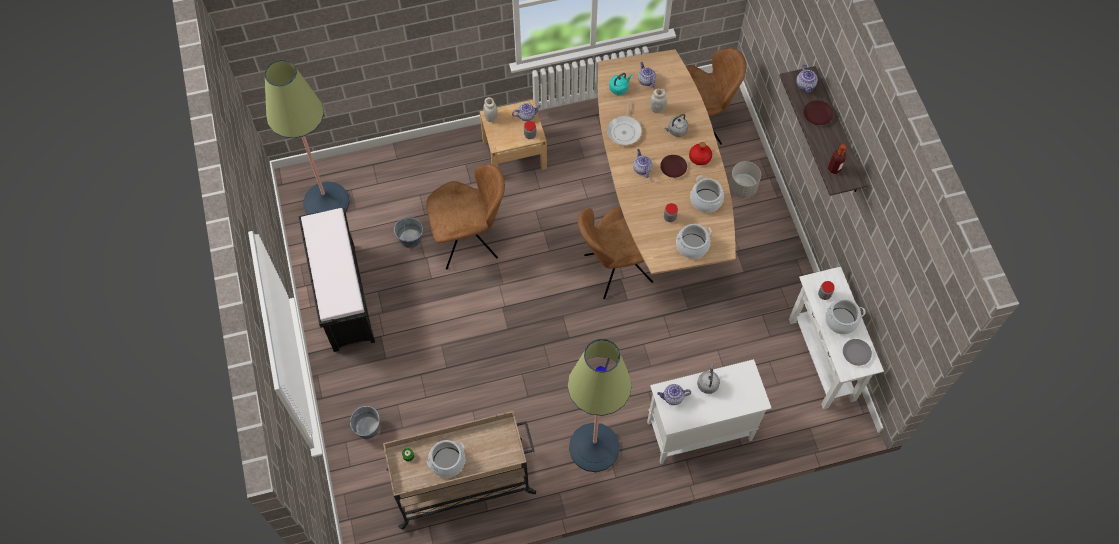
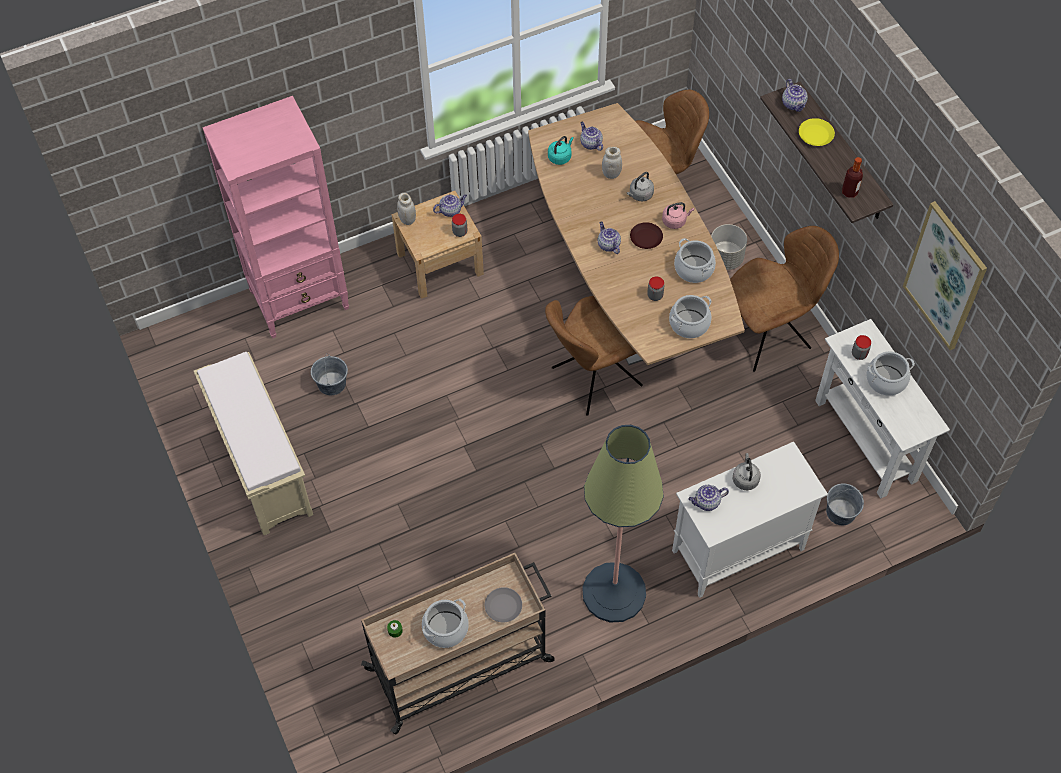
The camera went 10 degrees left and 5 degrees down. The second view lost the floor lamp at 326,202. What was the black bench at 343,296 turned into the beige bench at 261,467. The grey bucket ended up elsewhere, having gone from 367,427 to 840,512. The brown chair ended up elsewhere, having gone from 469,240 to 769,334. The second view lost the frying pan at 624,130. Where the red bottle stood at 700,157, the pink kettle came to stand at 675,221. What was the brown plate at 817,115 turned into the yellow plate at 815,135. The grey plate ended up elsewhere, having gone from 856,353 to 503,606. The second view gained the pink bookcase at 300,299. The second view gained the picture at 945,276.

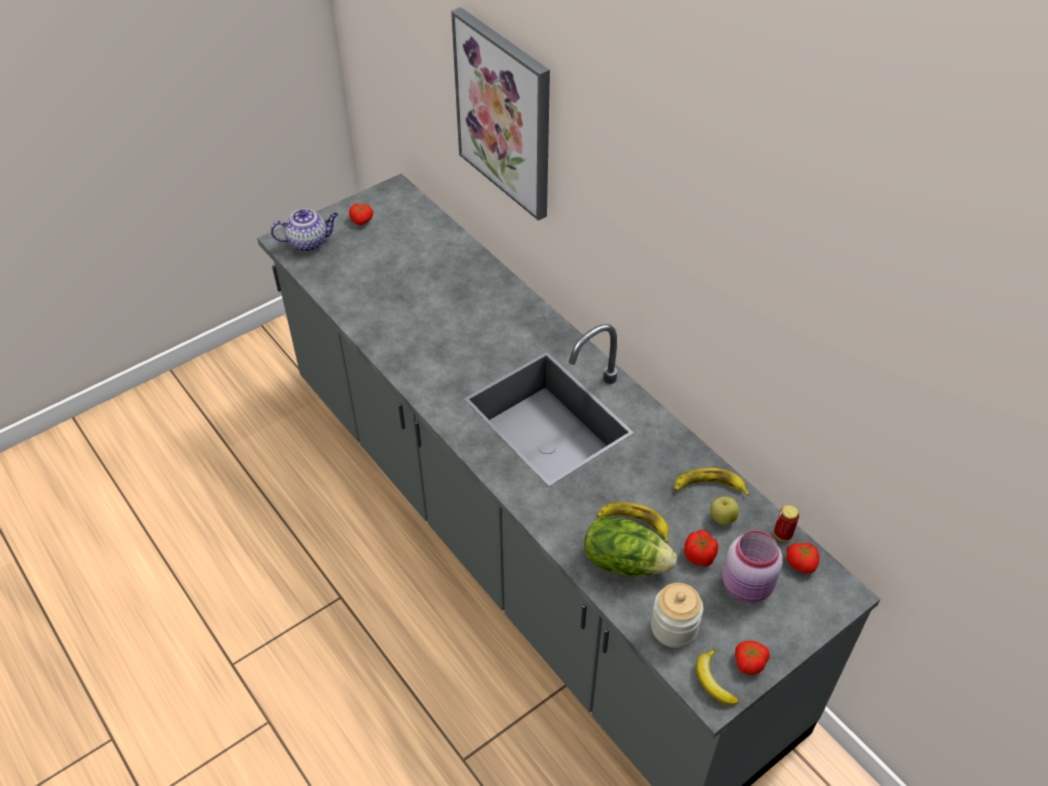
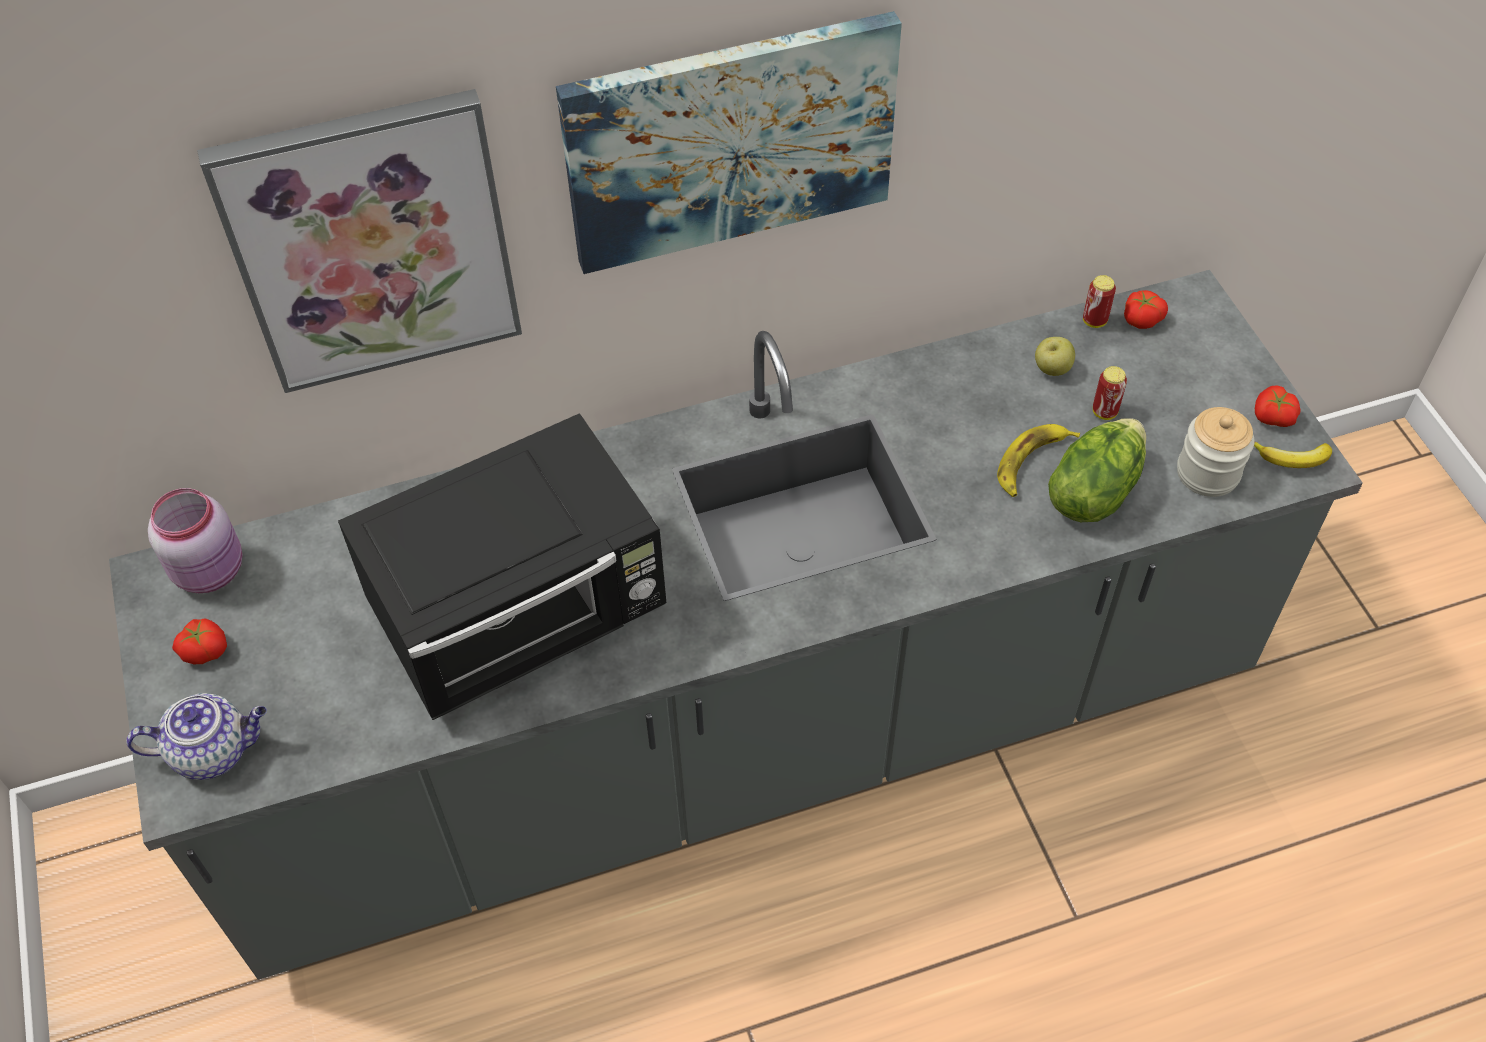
The camera went 70 degrees left and 5 degrees up. The teapot at 309,242 ended up facing another way, 75 degrees clockwise from before. The second view lost the banana at 708,486. Where the tomato stood at 699,556, the can came to stand at 1104,412. The pink jar ended up elsewhere, having gone from 748,586 to 212,569. The second view gained the black microwave at 523,615. The second view gained the picture at 730,140.

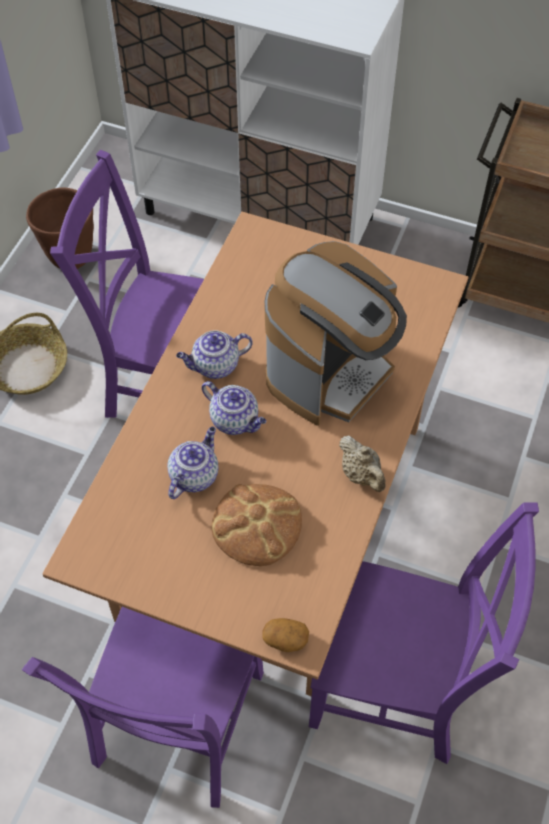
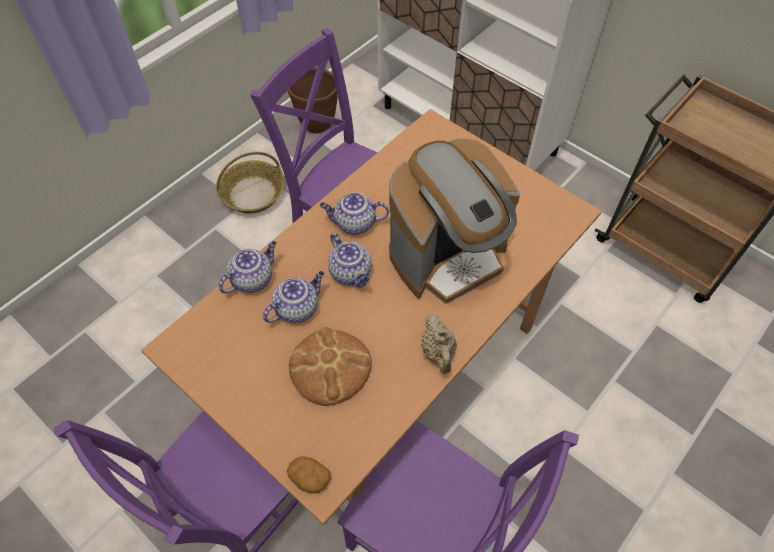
The camera went 20 degrees right and 0 degrees up. The second view gained the teapot at 253,279.

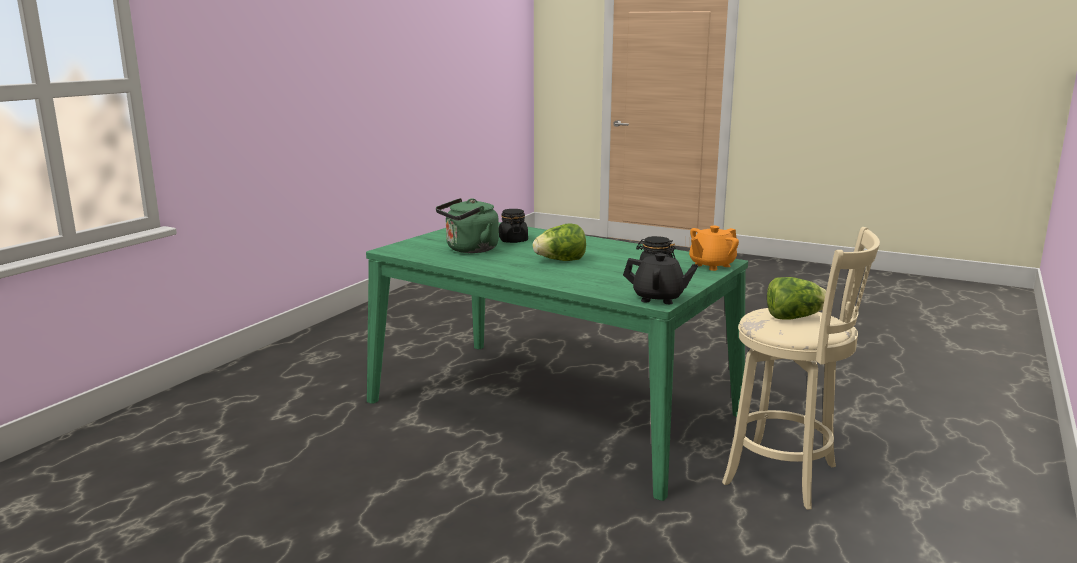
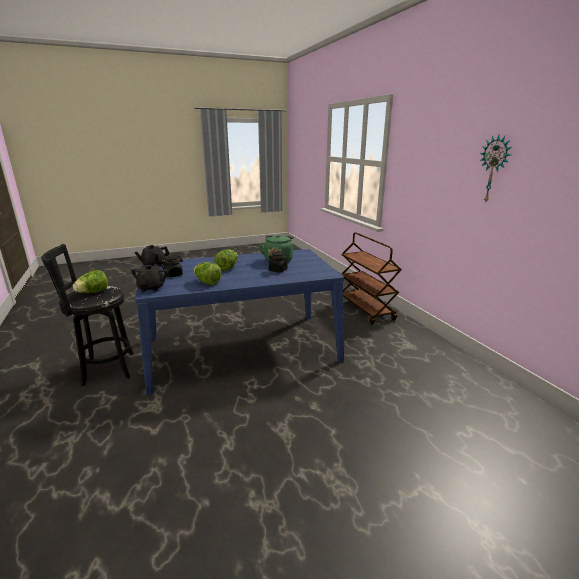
The camera went 130 degrees right and 5 degrees up. What was the green dining table at 552,408 turned into the blue dining table at 242,349. What was the orange teapot at 711,265 turned into the black teapot at 152,288. What was the beige stool at 787,476 turned into the black stool at 105,369. The second view gained the lettuce at 207,282. The second view gained the brown cart at 366,309. The second view gained the wall clock at 494,169.

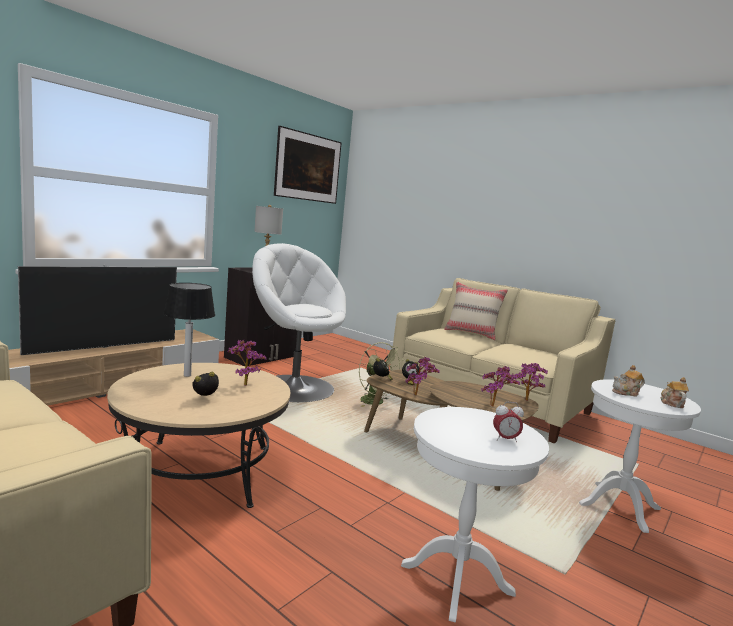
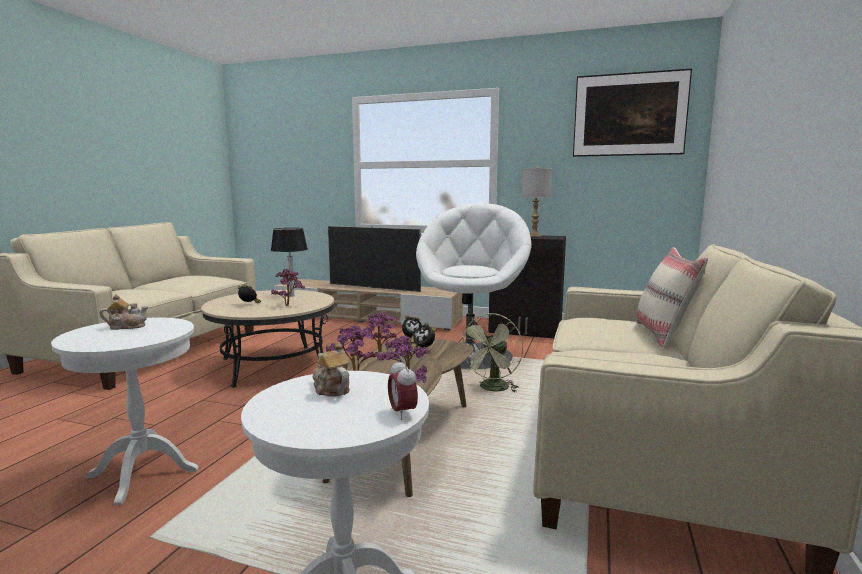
The camera went 70 degrees right and 0 degrees up. The alarm clock ended up elsewhere, having gone from 505,439 to 402,413. The teapot ended up elsewhere, having gone from 671,403 to 126,326.

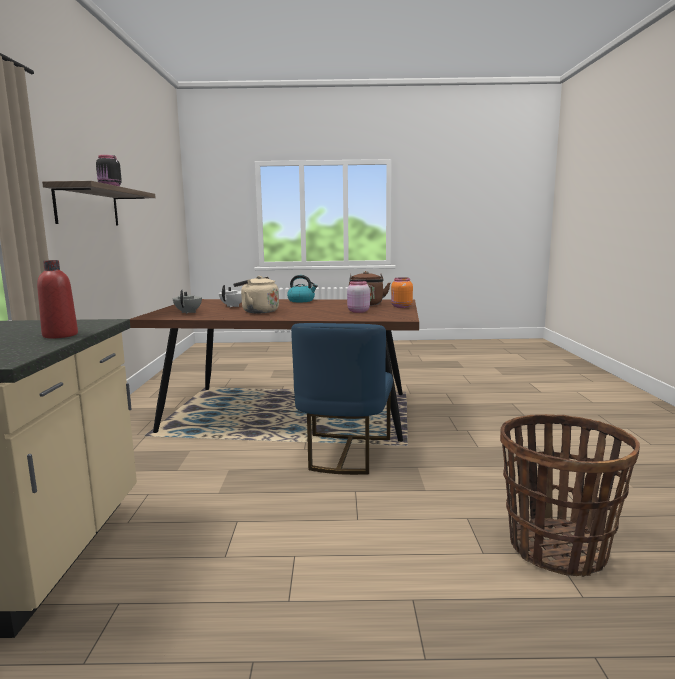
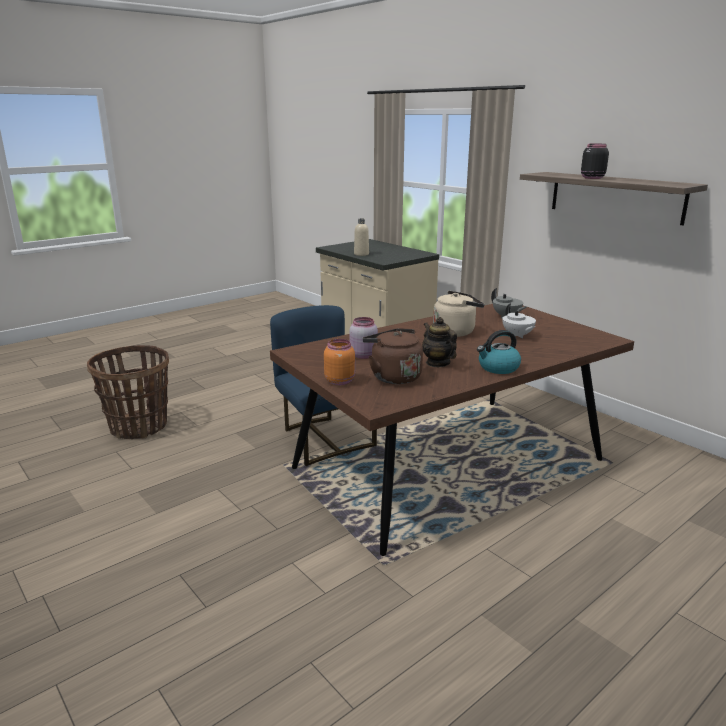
The camera went 140 degrees right and 10 degrees up. What was the red bottle at 60,335 turned into the beige bottle at 361,254. The second view gained the teapot at 437,363.

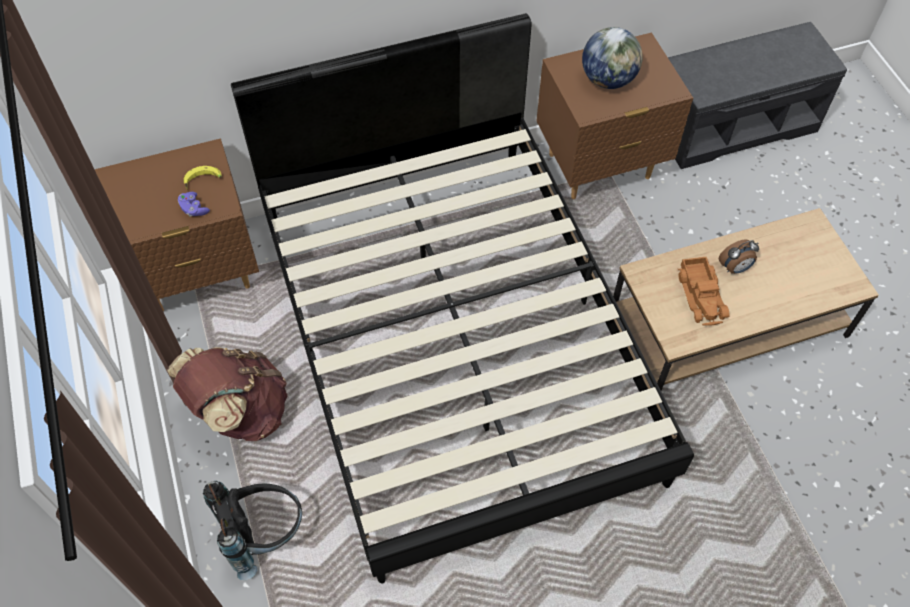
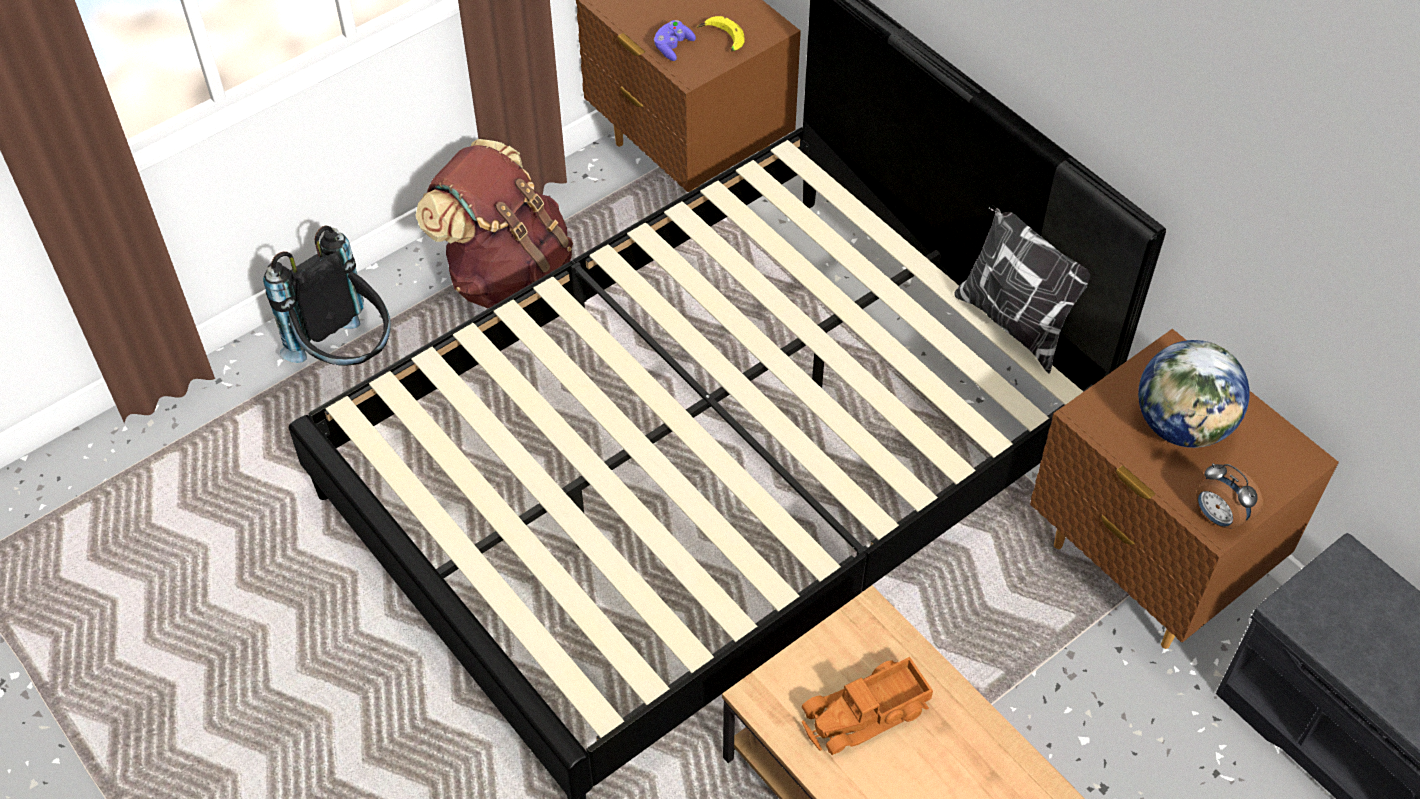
The camera went 70 degrees right and 5 degrees down. The alarm clock ended up elsewhere, having gone from 735,268 to 1218,516. The second view gained the pillow at 1013,321.

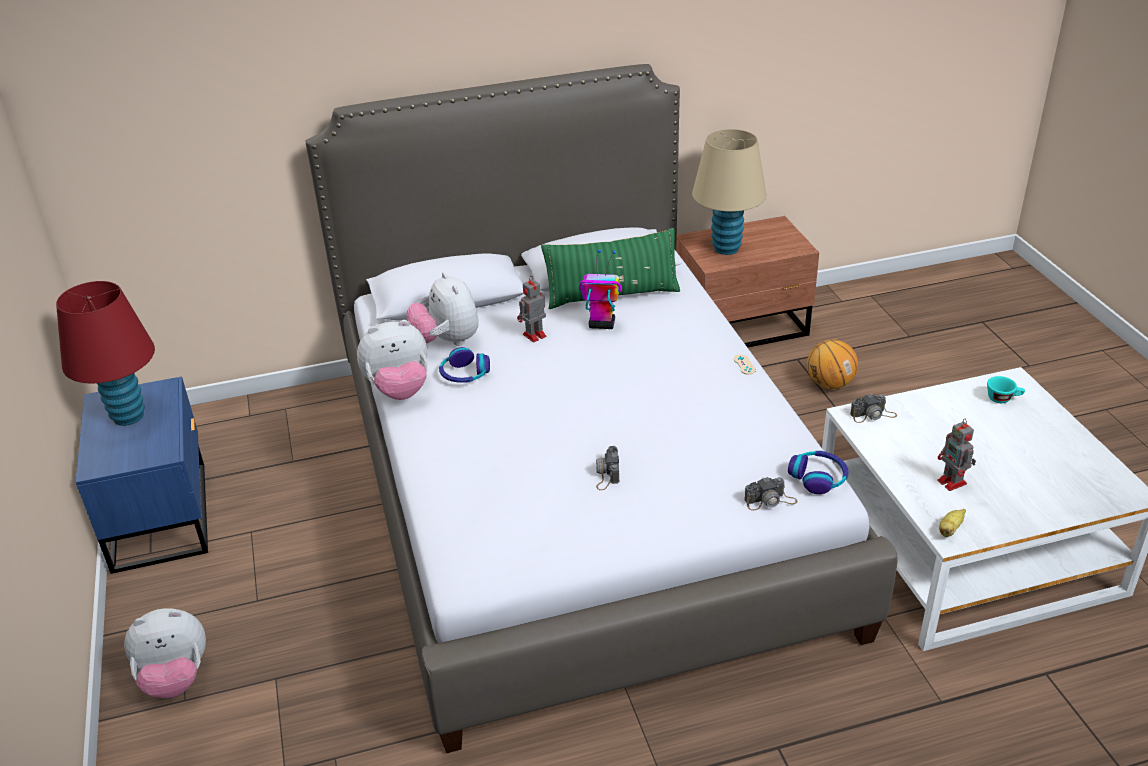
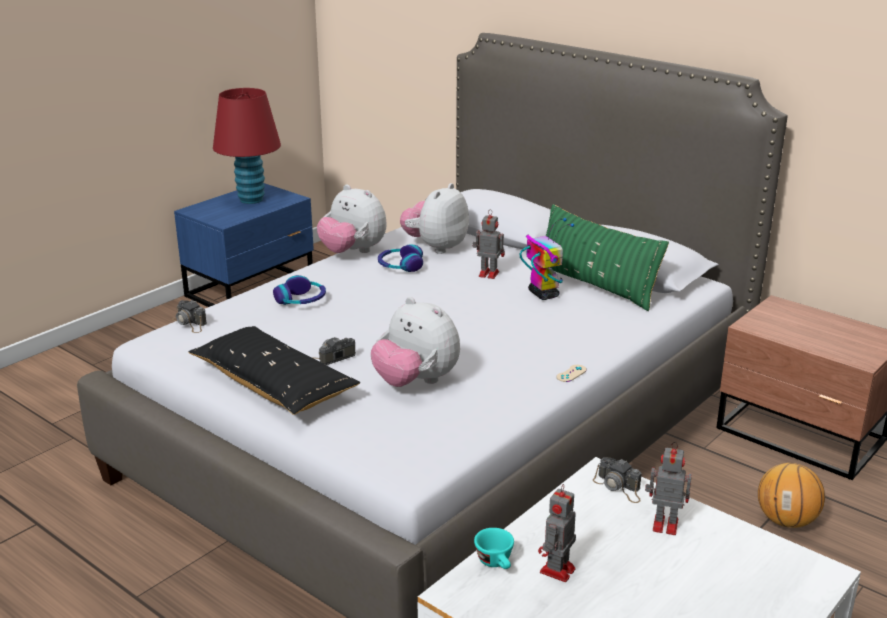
The camera went 55 degrees right and 10 degrees down. The plush toy ended up elsewhere, having gone from 175,678 to 416,382. The second view lost the beige table lamp at 726,248. The photo camera ended up elsewhere, having gone from 770,501 to 190,323. The headphones ended up elsewhere, having gone from 818,477 to 301,300. The second view lost the banana at 950,530. The turquoise cup ended up elsewhere, having gone from 1003,398 to 496,563. The second view gained the black pillow at 273,385. The second view gained the toy robot at 663,524.

